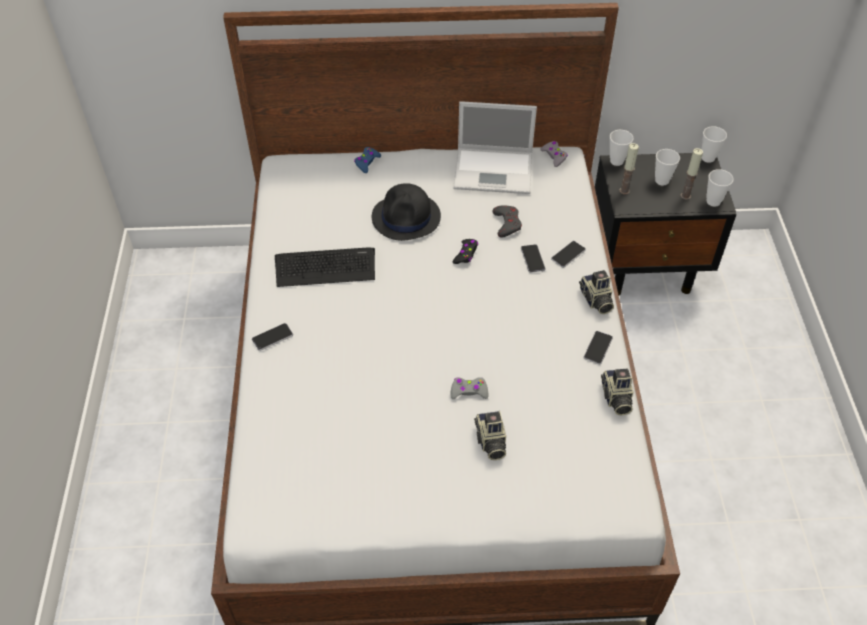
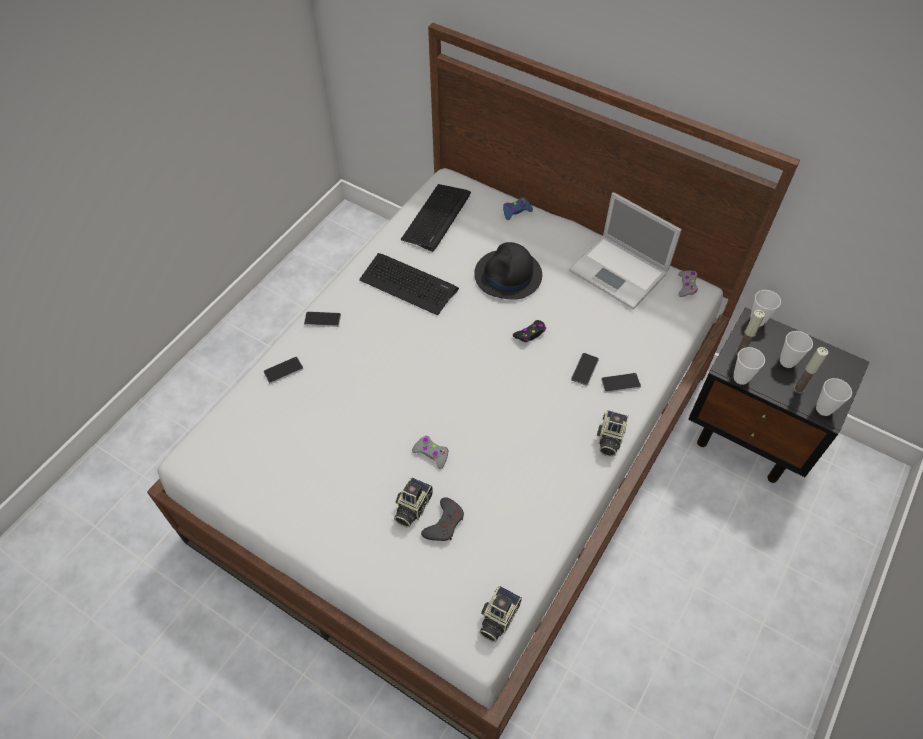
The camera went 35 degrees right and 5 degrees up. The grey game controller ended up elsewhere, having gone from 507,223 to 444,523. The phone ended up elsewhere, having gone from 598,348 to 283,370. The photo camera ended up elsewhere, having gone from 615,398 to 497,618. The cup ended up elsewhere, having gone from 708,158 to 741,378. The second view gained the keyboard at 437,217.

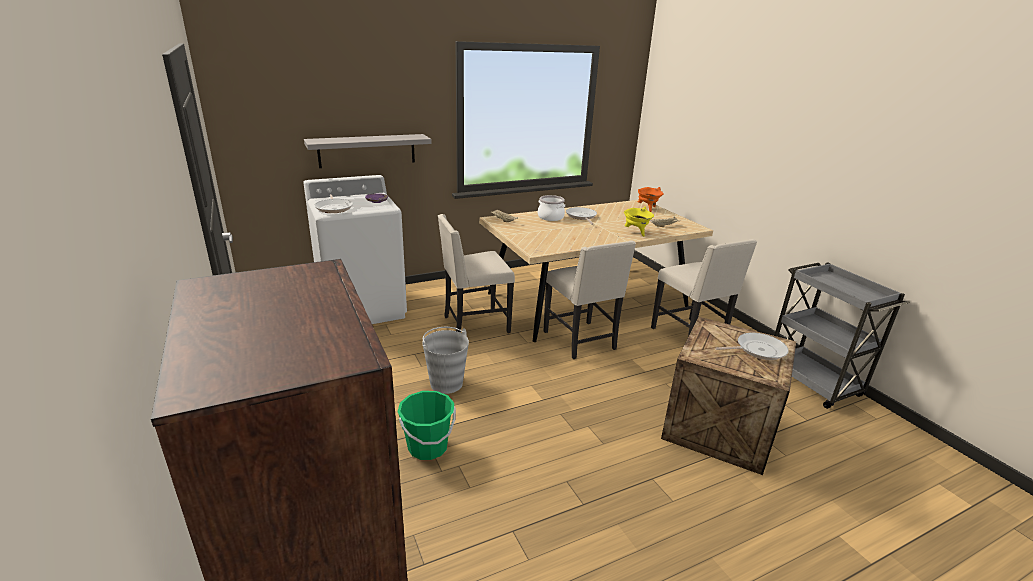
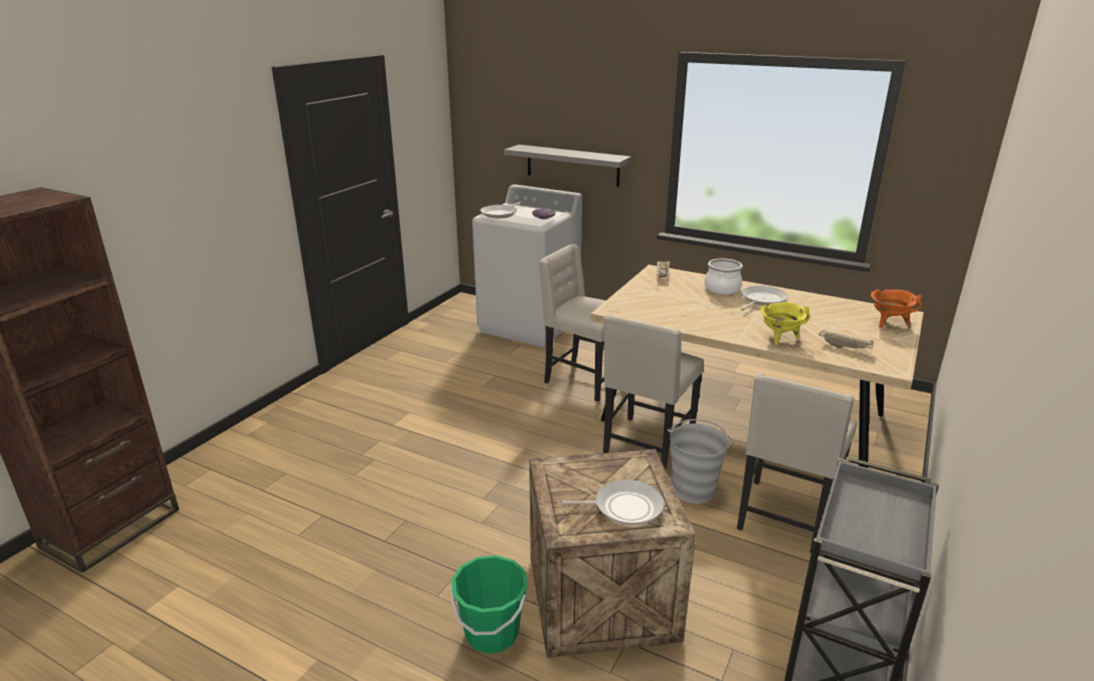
The camera went 55 degrees right and 0 degrees up. The green bucket ended up elsewhere, having gone from 428,447 to 491,633. The grey bucket ended up elsewhere, having gone from 446,383 to 693,490. The frying pan at 757,350 ended up facing another way, 45 degrees counterclockwise from before.

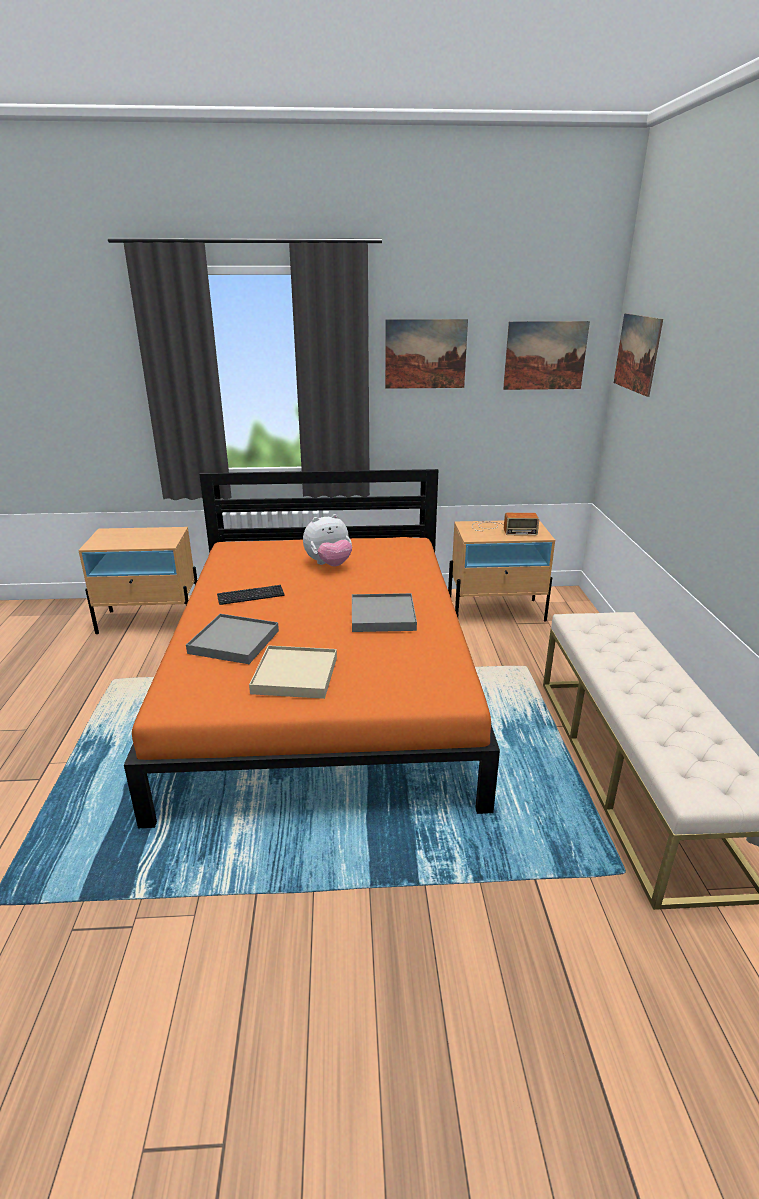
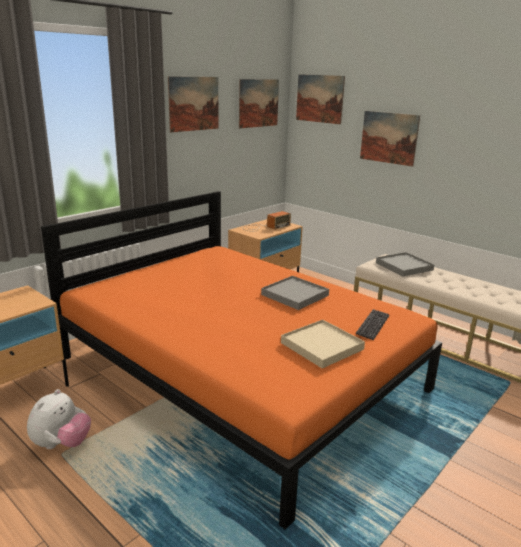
The camera went 45 degrees left and 5 degrees down. The grey tray ended up elsewhere, having gone from 234,642 to 404,266. The keyboard ended up elsewhere, having gone from 251,596 to 372,325. The plush toy ended up elsewhere, having gone from 329,564 to 61,444. The second view gained the picture at 389,138.

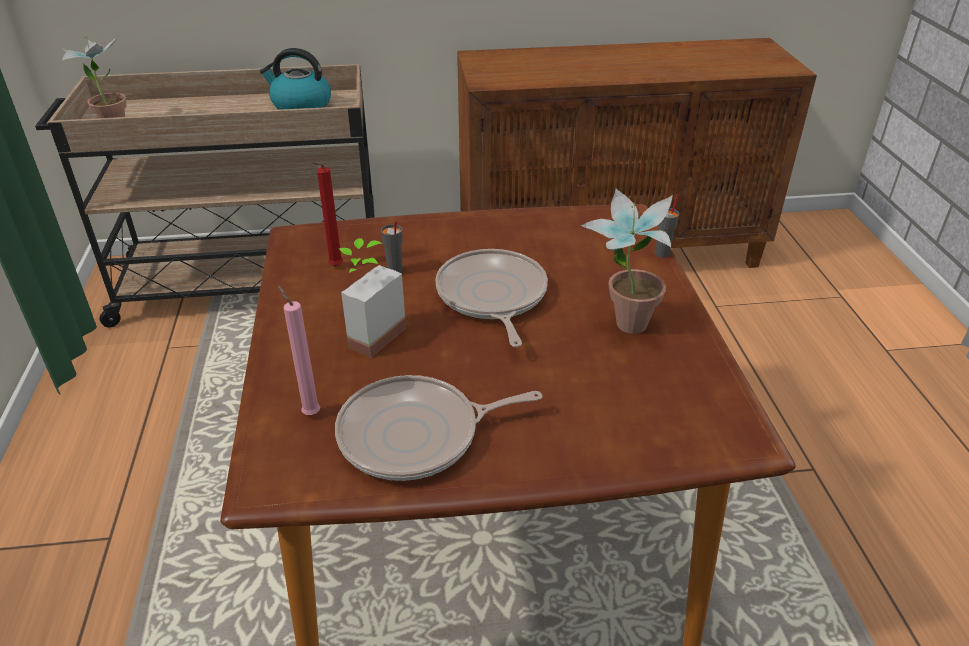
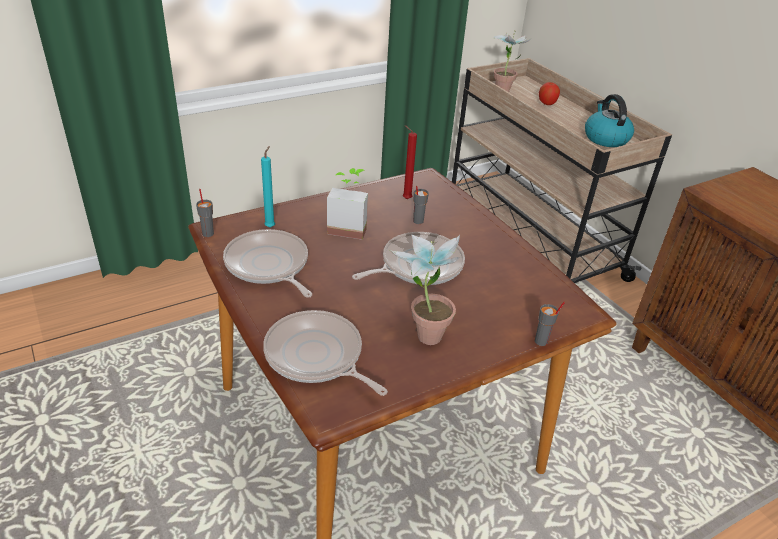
The camera went 65 degrees right and 0 degrees up. What was the pink candle at 309,412 turned into the turquoise candle at 271,226. The second view gained the grey cup at 208,233. The second view gained the frying pan at 317,357. The second view gained the apple at 547,103.

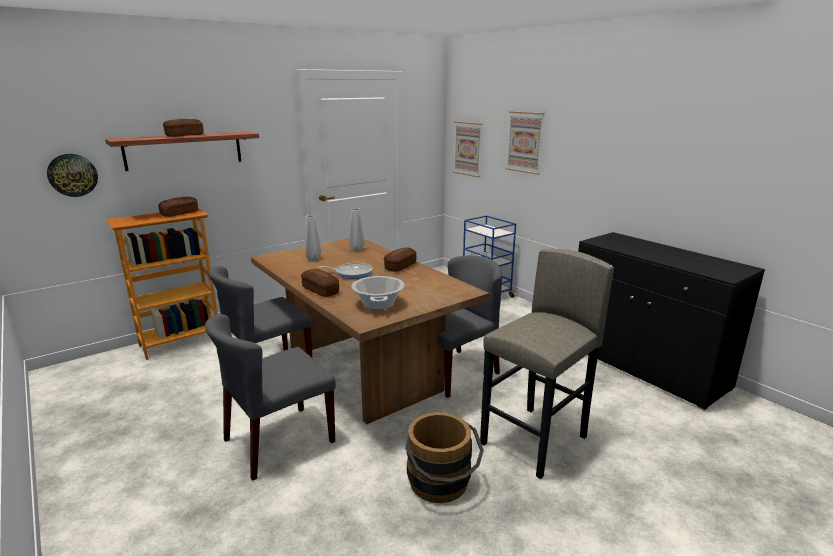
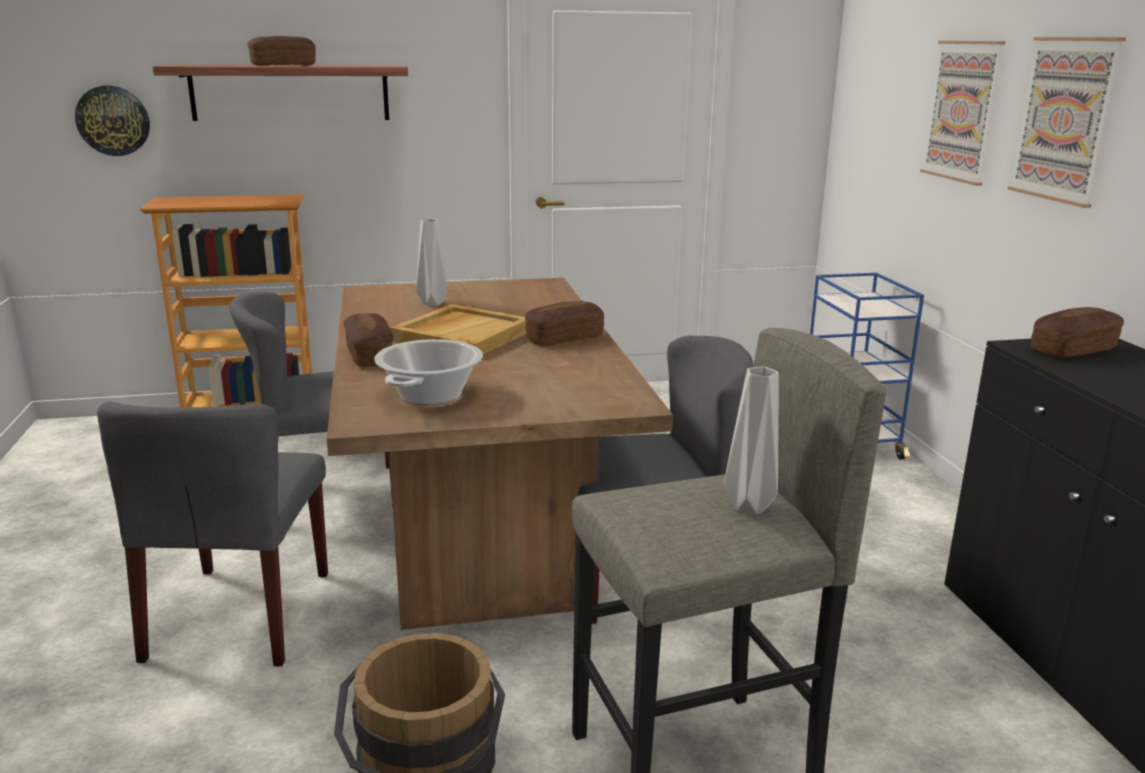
The camera went 25 degrees right and 0 degrees up. The bread ended up elsewhere, having gone from 180,213 to 1073,350. The grey chair at 278,441 ended up facing another way, 75 degrees counterclockwise from before. Where the frying pan stood at 351,273, the beige tray came to stand at 462,336. The grey vase ended up elsewhere, having gone from 356,250 to 749,505. The picture ended up elsewhere, having gone from 468,149 to 1065,120.

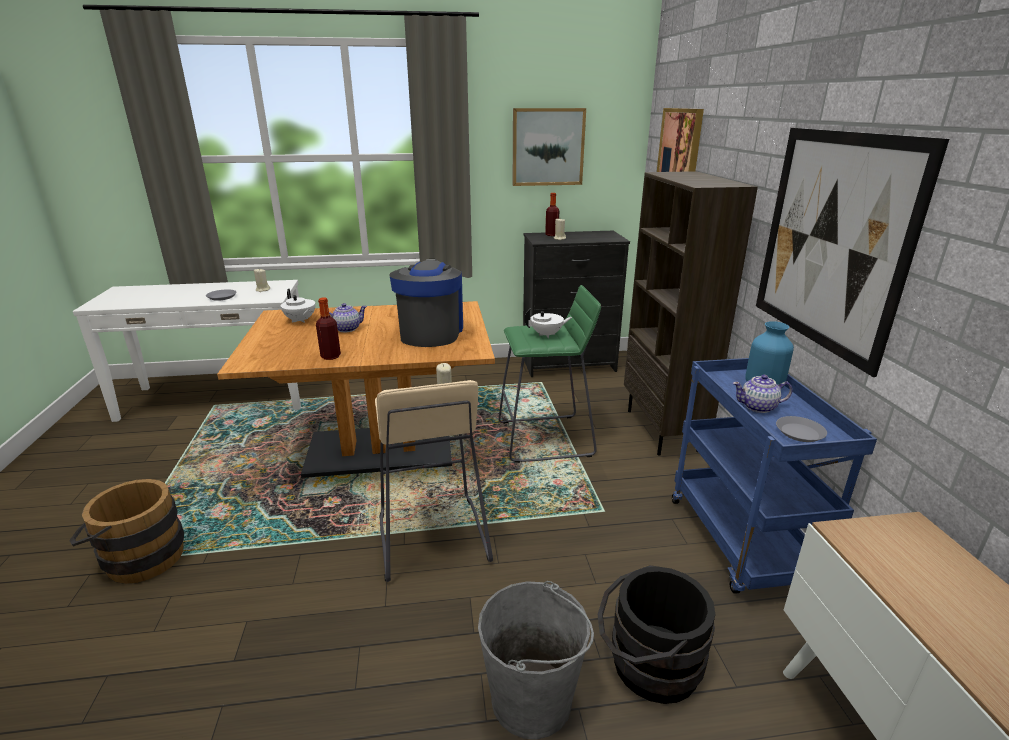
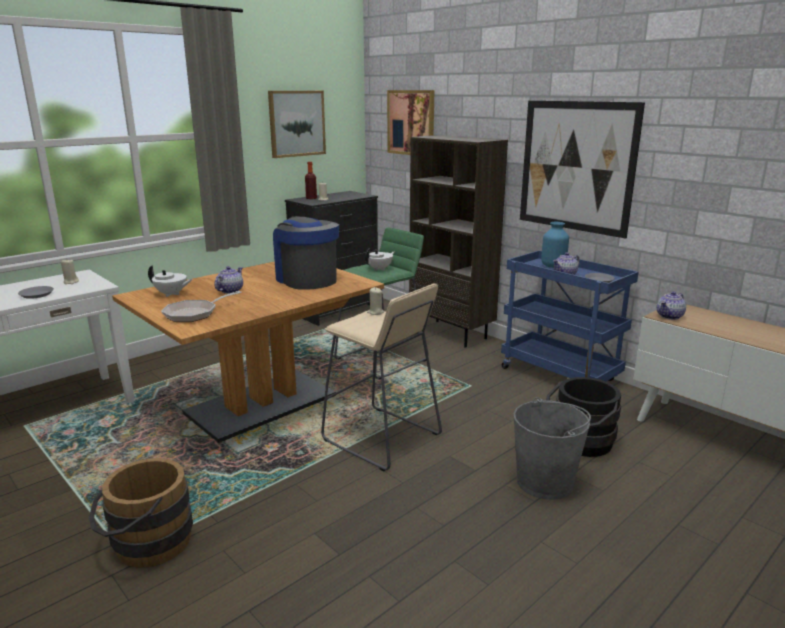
The camera went 35 degrees left and 5 degrees down. The second view lost the bottle at 330,356. The second view gained the frying pan at 194,314. The second view gained the teapot at 670,316.

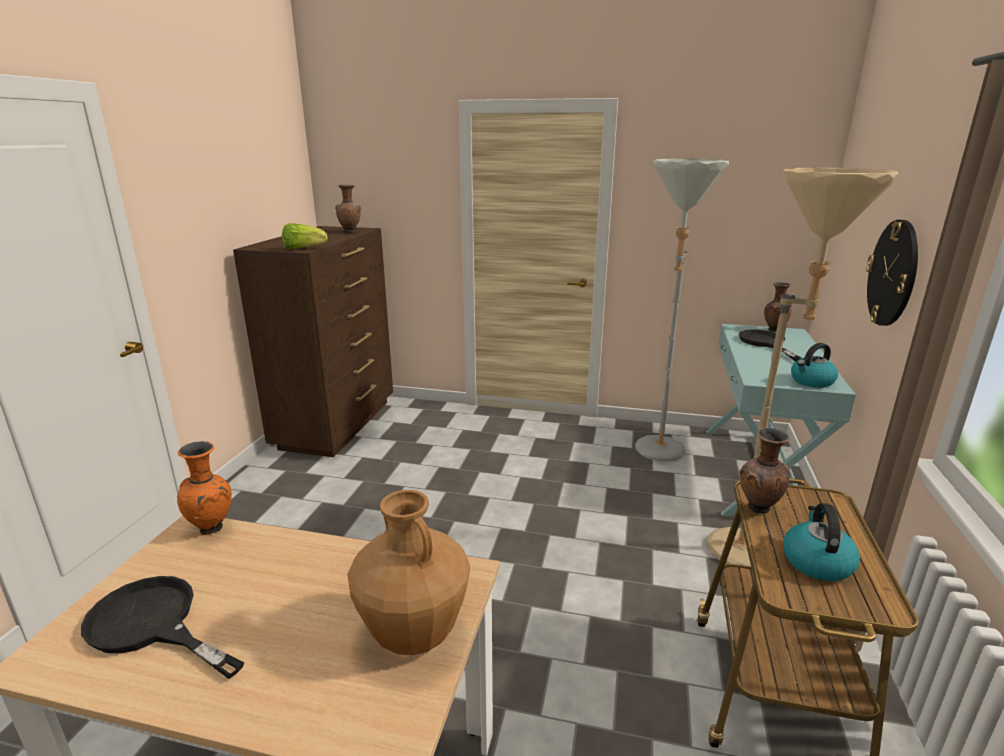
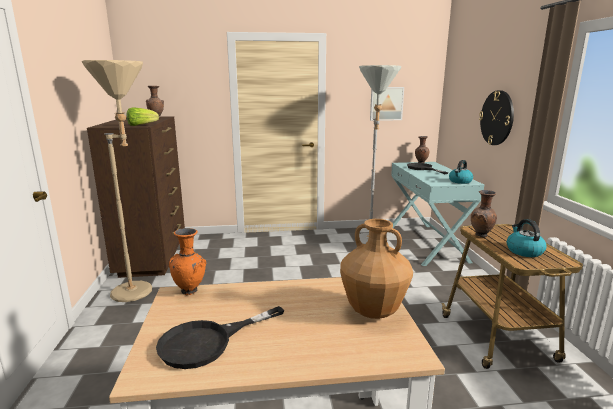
The camera went 20 degrees left and 5 degrees down. The black frying pan at 153,625 ended up facing another way, 45 degrees counterclockwise from before. The beige floor lamp ended up elsewhere, having gone from 755,553 to 140,292. The second view gained the picture at 386,103.

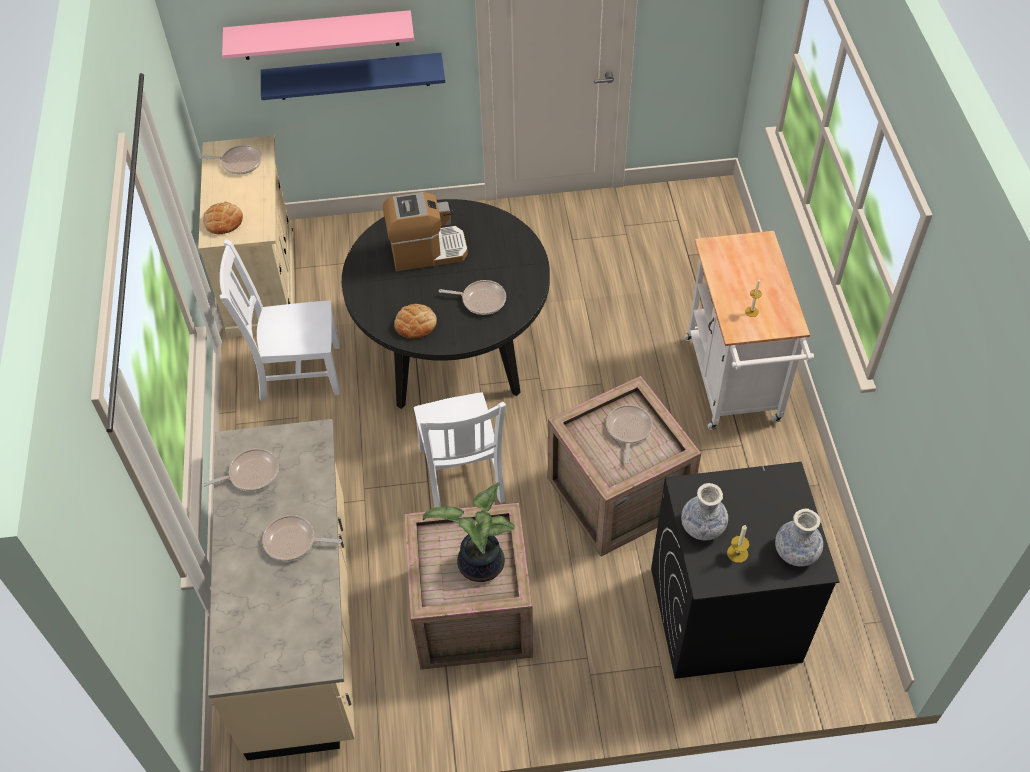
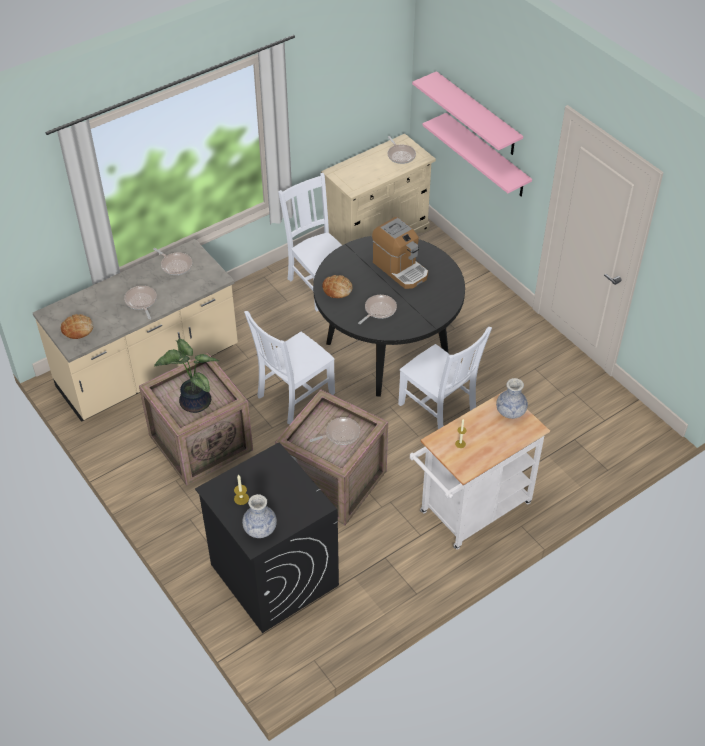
The camera went 60 degrees right and 5 degrees down. The bread ended up elsewhere, having gone from 223,221 to 77,329. What was the blue shelf at 353,76 turned into the pink shelf at 486,156. The frying pan at 481,300 ended up facing another way, 120 degrees counterclockwise from before. The vase ended up elsewhere, having gone from 702,526 to 510,411. The second view gained the white chair at 439,409.

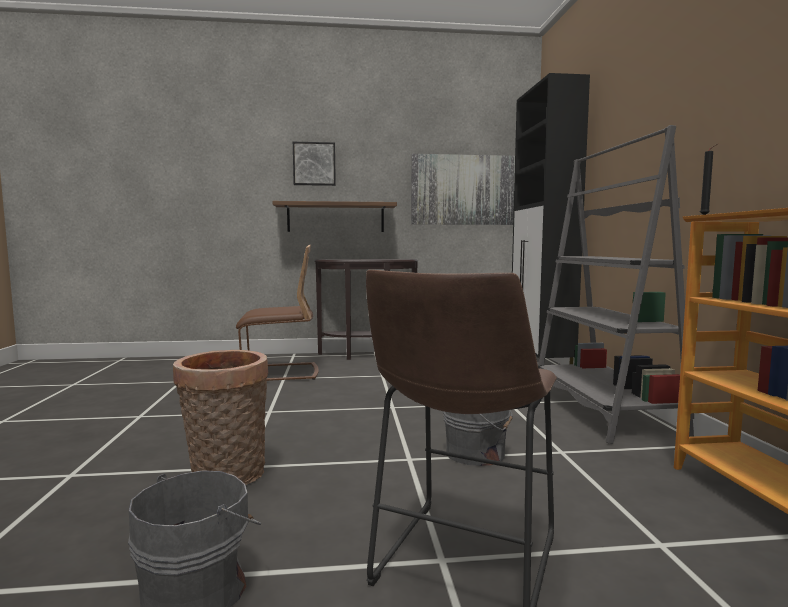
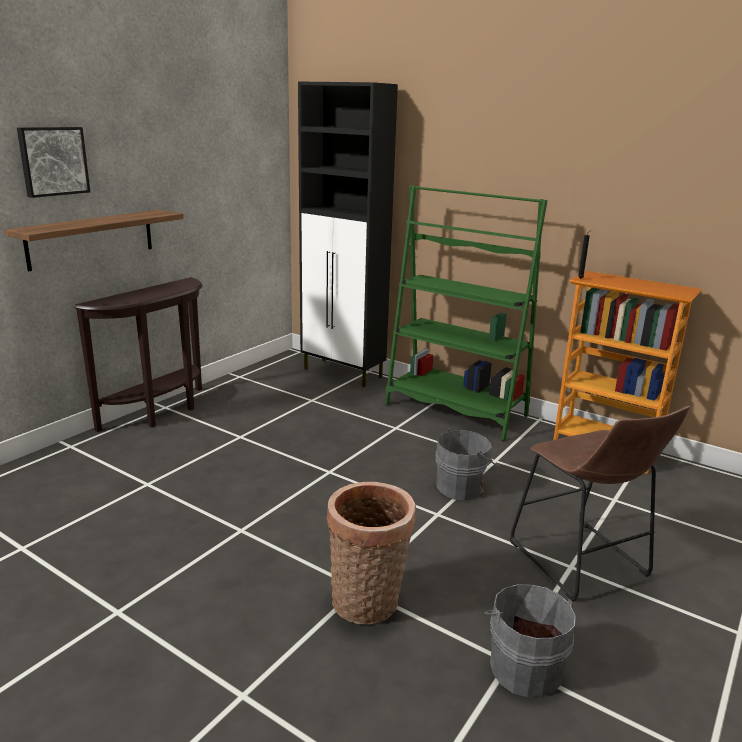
The camera went 50 degrees left and 15 degrees up. The second view lost the brown chair at 280,373. The second view lost the picture at 463,190. What was the grey bookcase at 602,410 turned into the green bookcase at 455,410.

